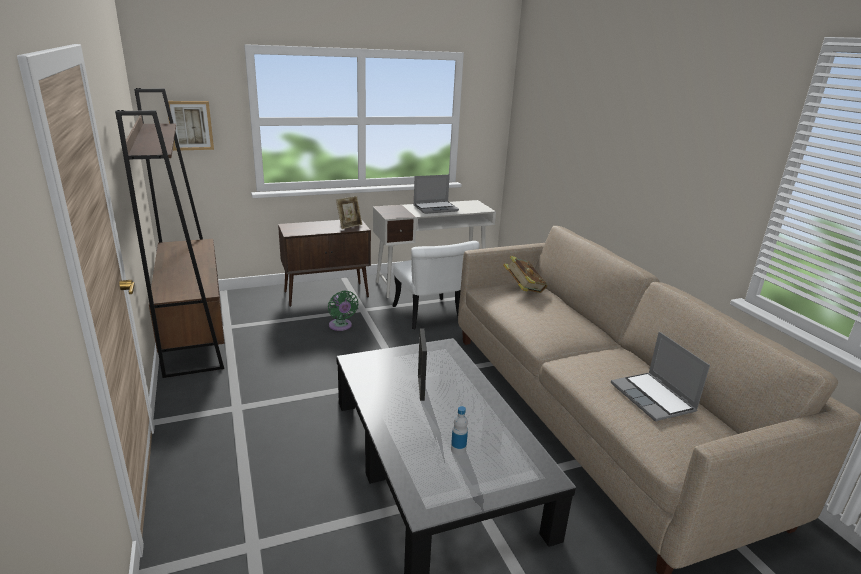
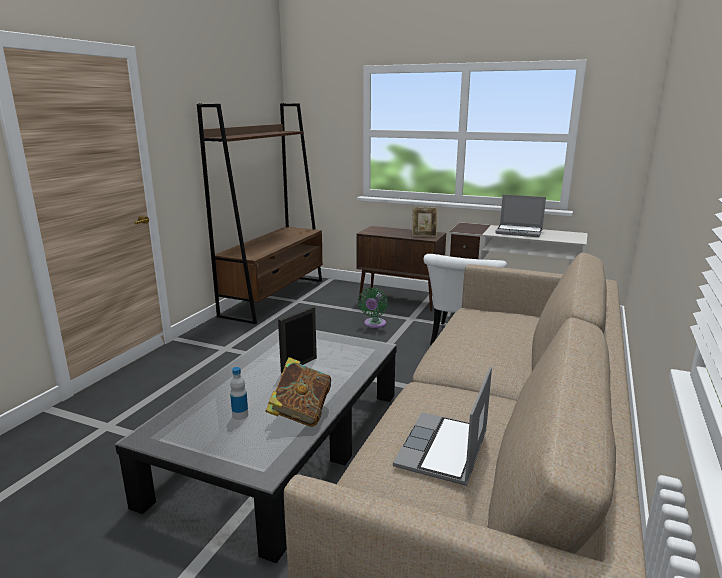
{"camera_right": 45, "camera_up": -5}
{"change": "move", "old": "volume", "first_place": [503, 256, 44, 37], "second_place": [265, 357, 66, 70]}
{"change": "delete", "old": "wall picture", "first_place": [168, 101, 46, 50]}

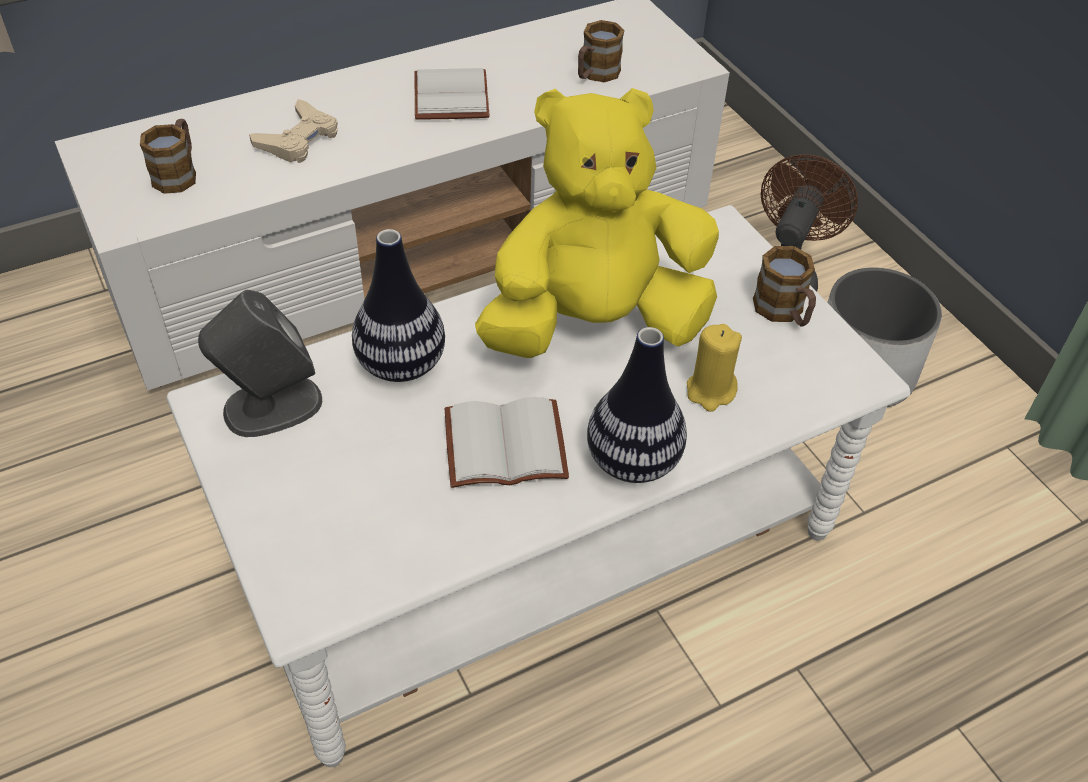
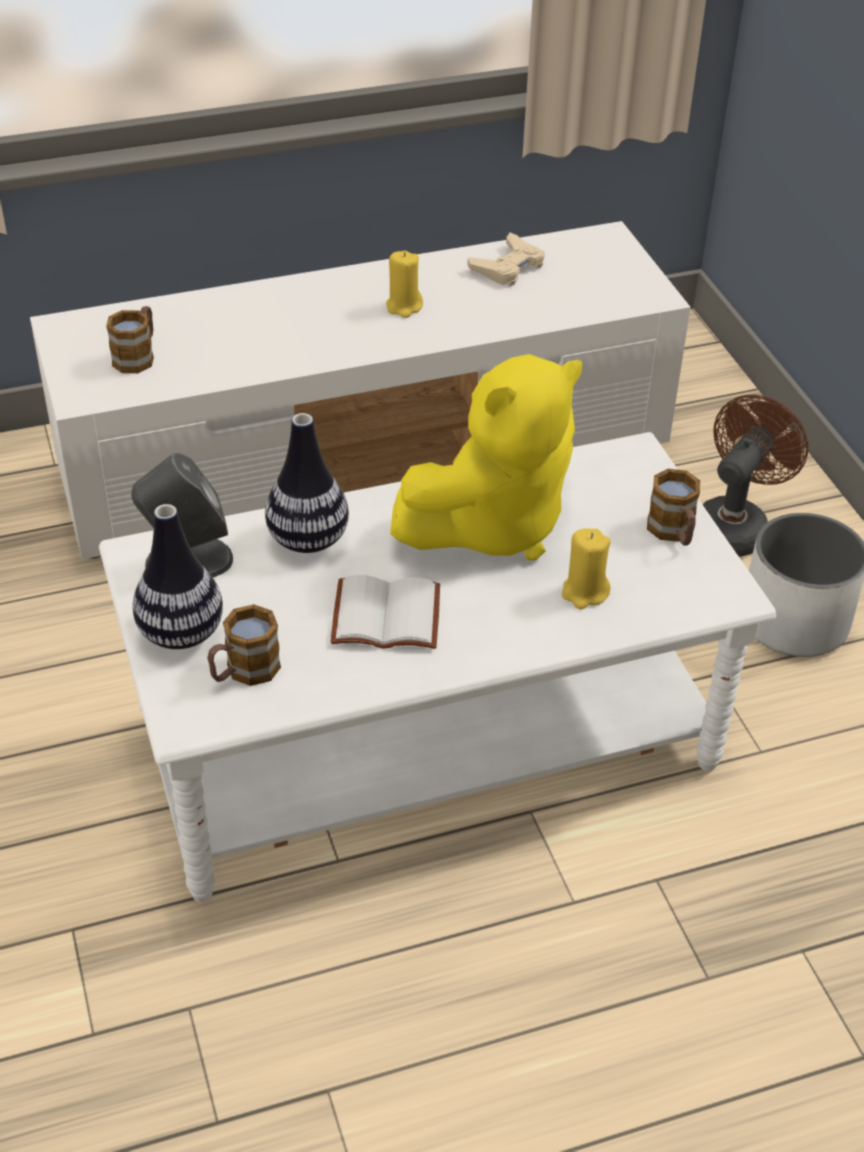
{"camera_right": 10, "camera_up": -5}
{"change": "move", "old": "decorative vase", "first_place": [587, 327, 100, 156], "second_place": [133, 504, 90, 145]}
{"change": "move", "old": "coffee mug", "first_place": [578, 20, 46, 62], "second_place": [207, 604, 74, 82]}
{"change": "replace", "old": "volume in whitish", "new": "candle in yellow", "first_place": [414, 68, 75, 52], "second_place": [386, 251, 37, 67]}
{"change": "rotate", "old": "cuddly toy in yellow", "first_place": [475, 88, 244, 270], "second_place": [390, 354, 192, 207], "degrees": 150}
{"change": "move", "old": "game controller in beige-coloured", "first_place": [249, 99, 89, 64], "second_place": [467, 233, 78, 53]}

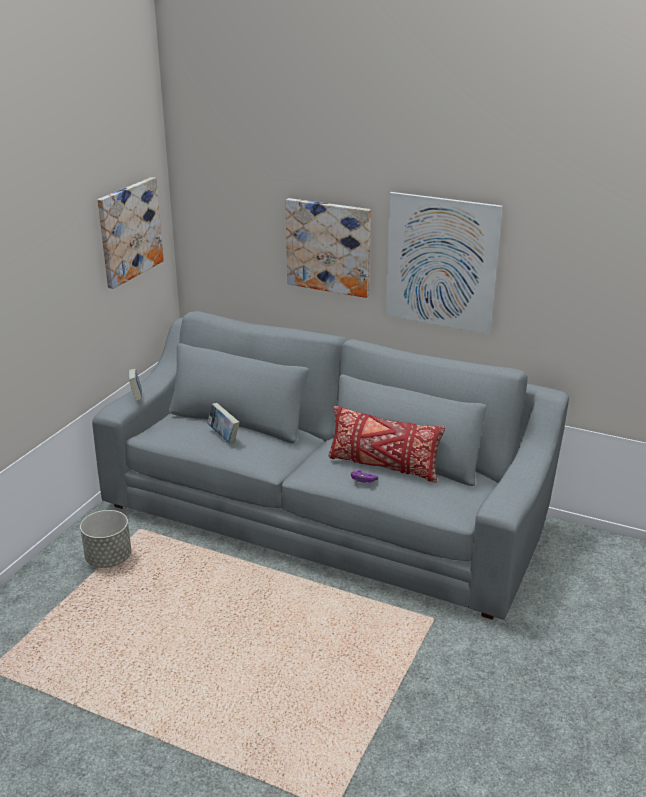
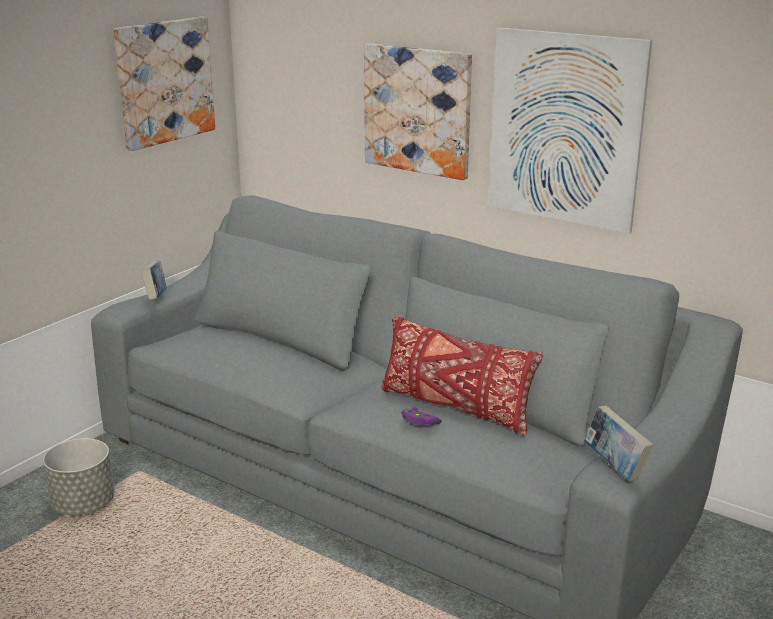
{"camera_right": 10, "camera_up": -5}
{"change": "move", "old": "volume", "first_place": [207, 403, 33, 40], "second_place": [584, 405, 69, 77]}

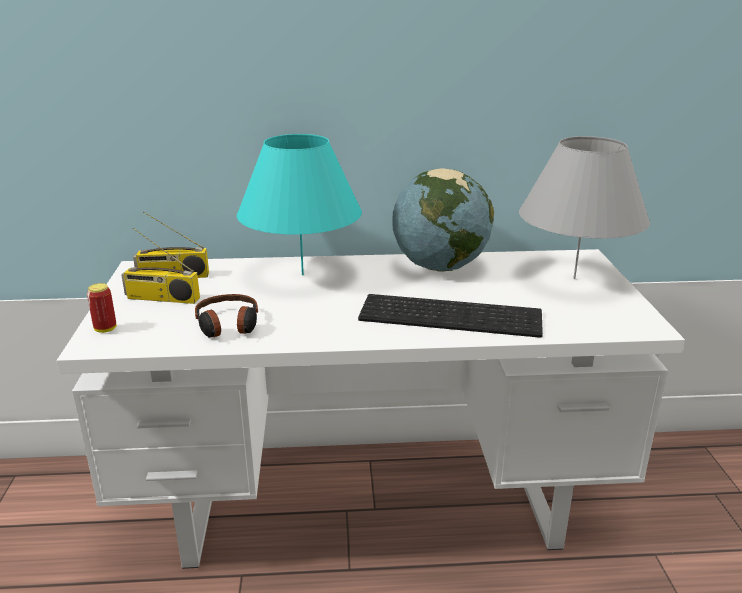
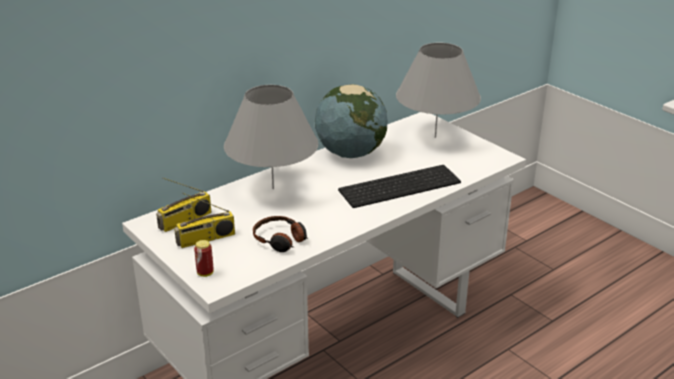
{"camera_right": -35, "camera_up": 5}
{"change": "recolor", "old": "lamp for a table in turquoise", "new": "lamp for a table in gray", "first_place": [237, 134, 125, 141], "second_place": [224, 85, 95, 104]}

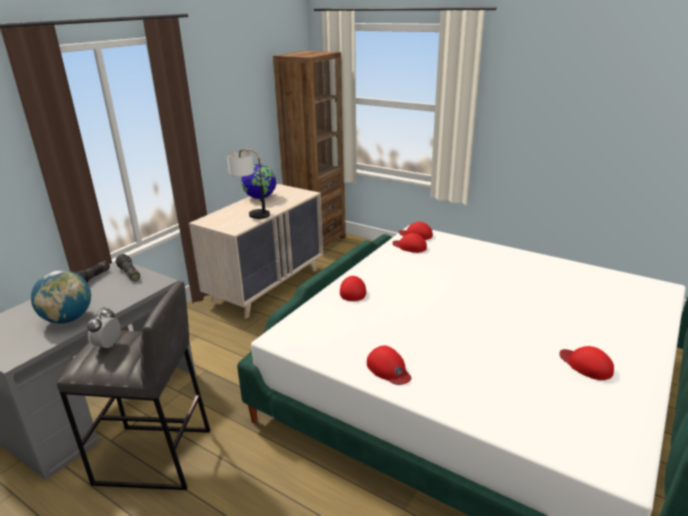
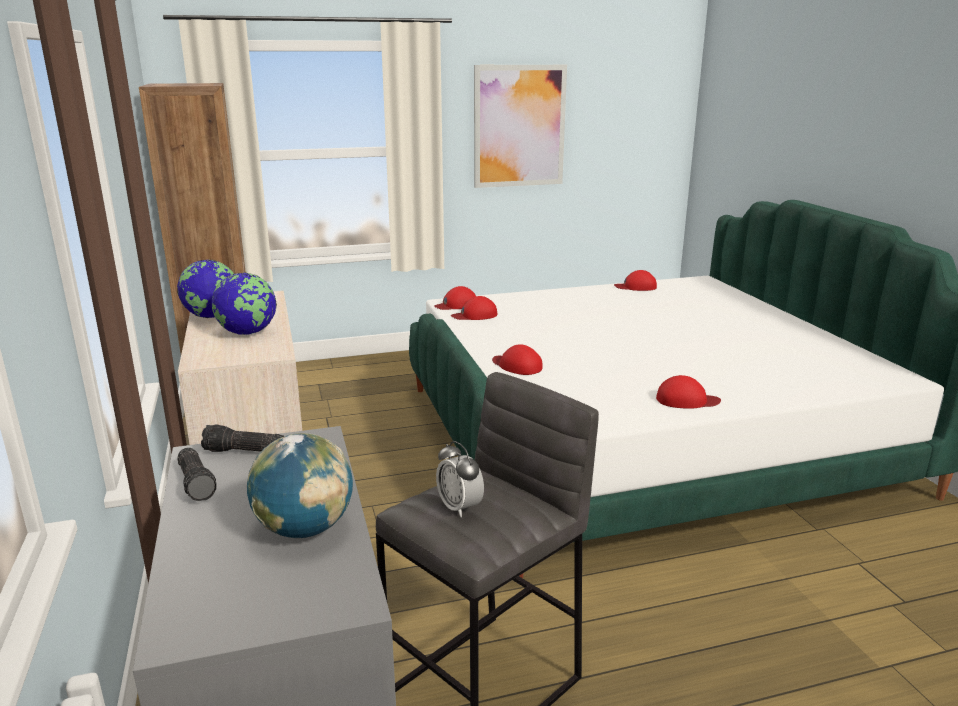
{"camera_right": -50, "camera_up": -5}
{"change": "replace", "old": "lamp for a table", "new": "world globe", "first_place": [227, 149, 43, 70], "second_place": [212, 272, 65, 63]}
{"change": "insert", "new": "wall picture", "second_place": [474, 65, 93, 123]}
{"change": "move", "old": "peaked cap in red", "first_place": [559, 346, 55, 34], "second_place": [614, 270, 43, 21]}

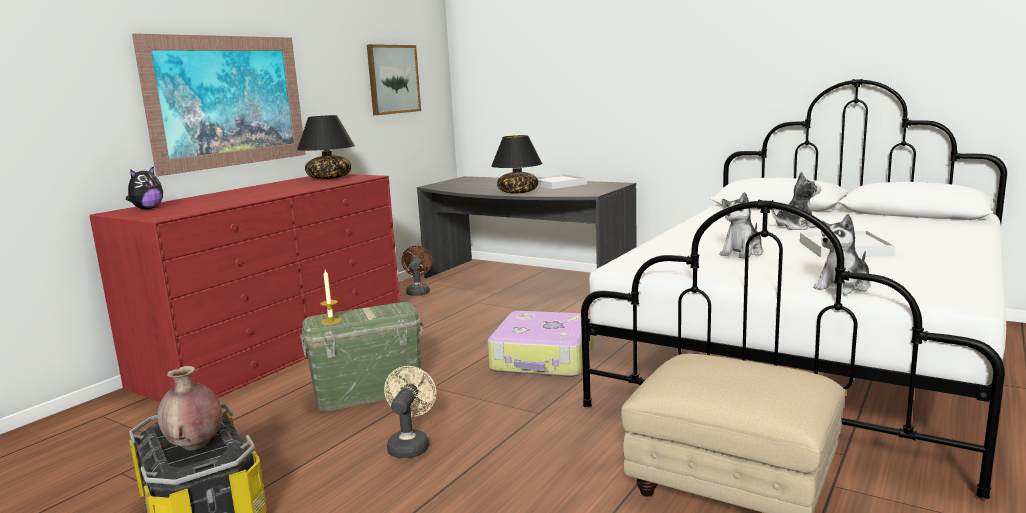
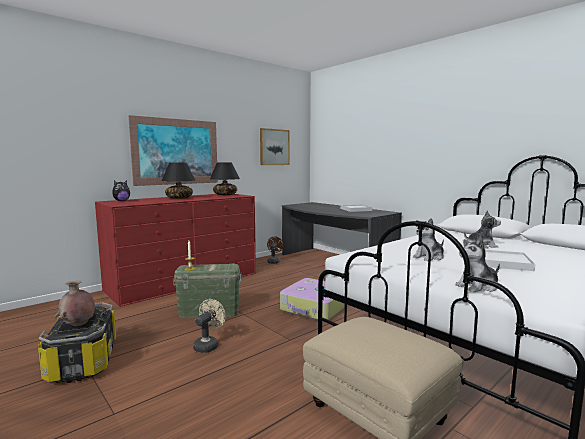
{"camera_right": 15, "camera_up": -5}
{"change": "move", "old": "lamp for a table in blackish", "first_place": [491, 135, 51, 59], "second_place": [161, 162, 34, 37]}

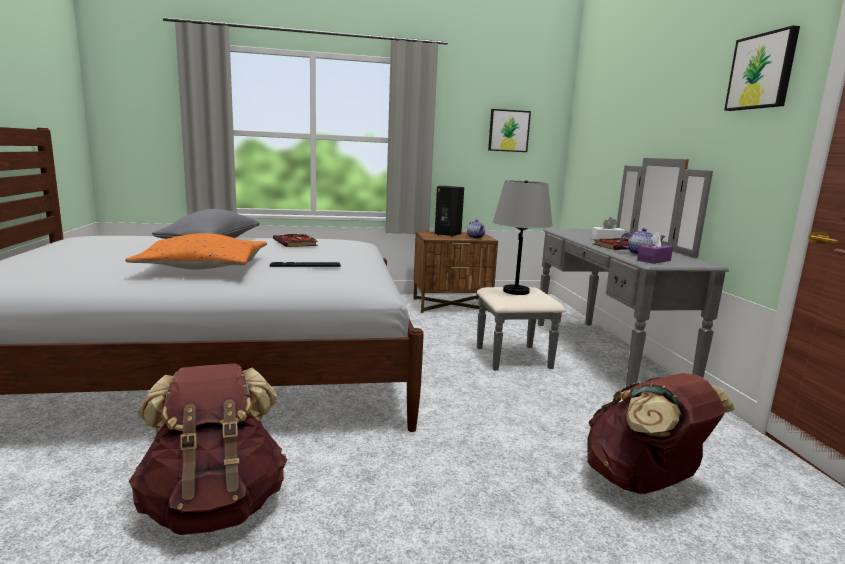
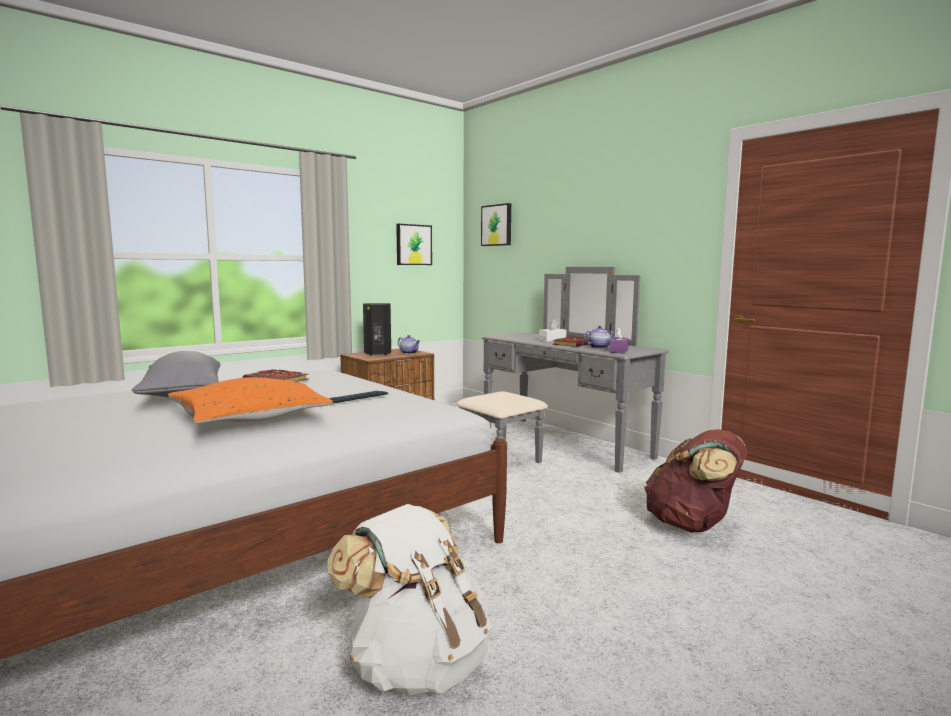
{"camera_right": -30, "camera_up": -5}
{"change": "recolor", "old": "backpack in brown-coloured", "new": "backpack in whitish", "first_place": [129, 363, 158, 172], "second_place": [328, 504, 163, 191]}
{"change": "move", "old": "wall picture", "first_place": [724, 25, 76, 86], "second_place": [481, 203, 30, 43]}
{"change": "delete", "old": "lamp for a table in gray", "first_place": [493, 180, 60, 115]}

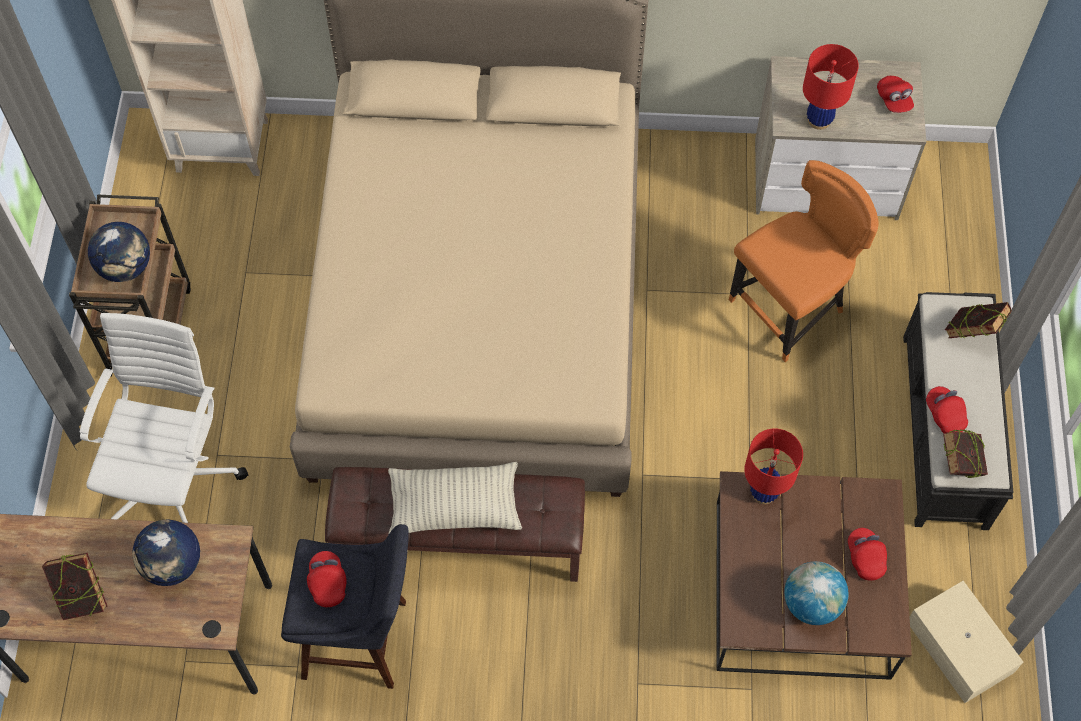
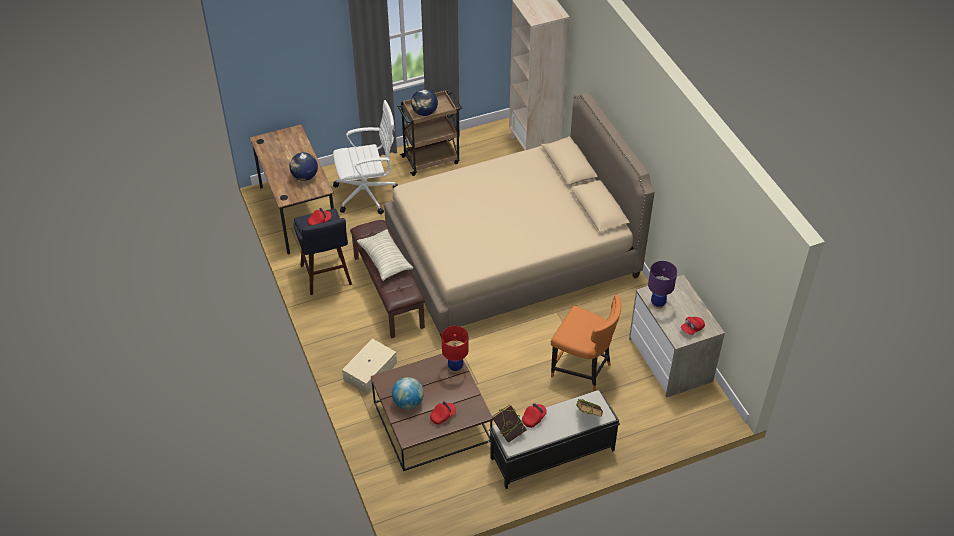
{"camera_right": 65, "camera_up": -15}
{"change": "move", "old": "storage bin in beige-coloured", "first_place": [910, 581, 113, 122], "second_place": [342, 339, 55, 56]}
{"change": "recolor", "old": "lamp for a table in red", "new": "lamp for a table in purple", "first_place": [803, 44, 56, 86], "second_place": [648, 261, 29, 48]}
{"change": "delete", "old": "volume", "first_place": [42, 553, 66, 67]}

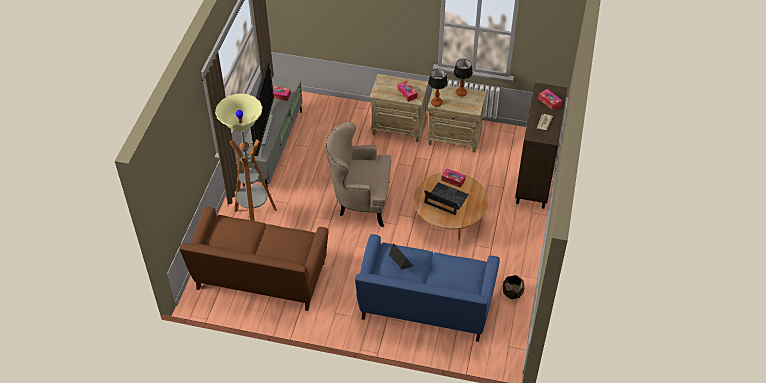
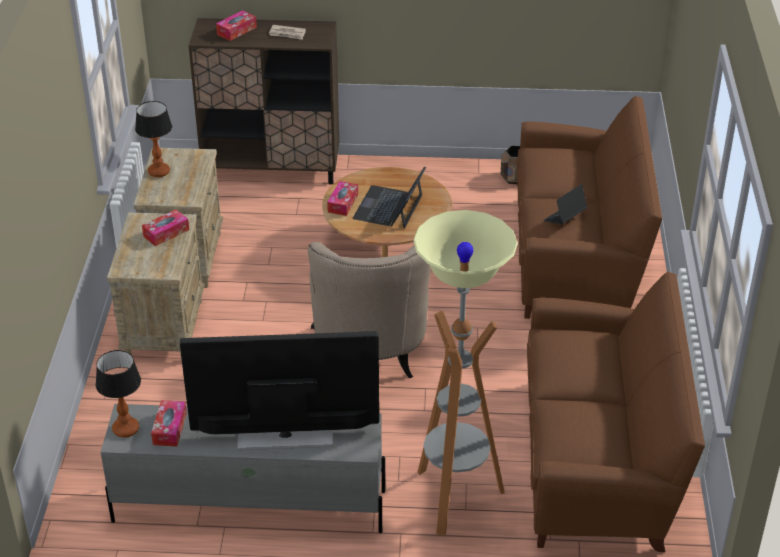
{"camera_right": -100, "camera_up": -10}
{"change": "move", "old": "lamp for a table", "first_place": [428, 69, 20, 38], "second_place": [96, 350, 45, 87]}
{"change": "recolor", "old": "settee in blue-coloured", "new": "settee in brown-coloured", "first_place": [355, 234, 145, 108], "second_place": [517, 96, 145, 223]}

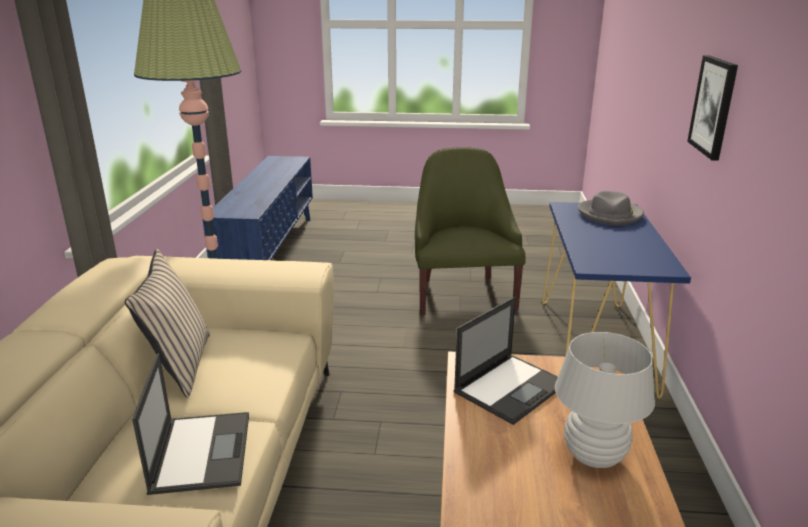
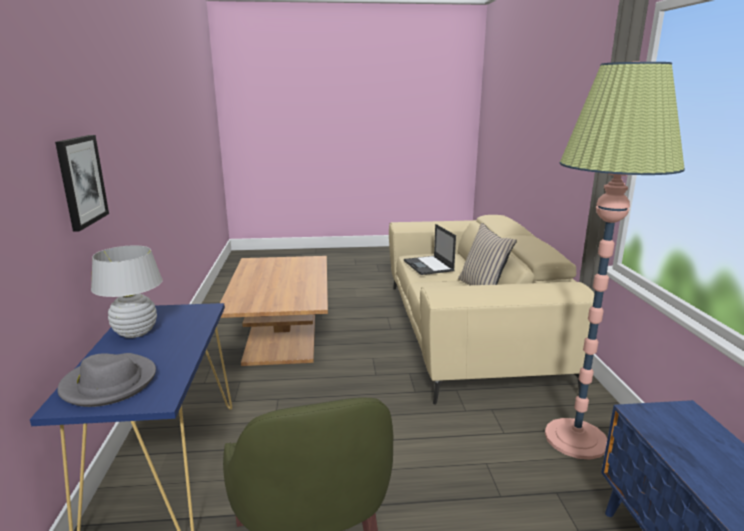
{"camera_right": 170, "camera_up": -5}
{"change": "move", "old": "lamp for a table in whitish", "first_place": [555, 332, 100, 136], "second_place": [91, 245, 72, 93]}
{"change": "delete", "old": "notebook computer", "first_place": [454, 297, 104, 128]}

